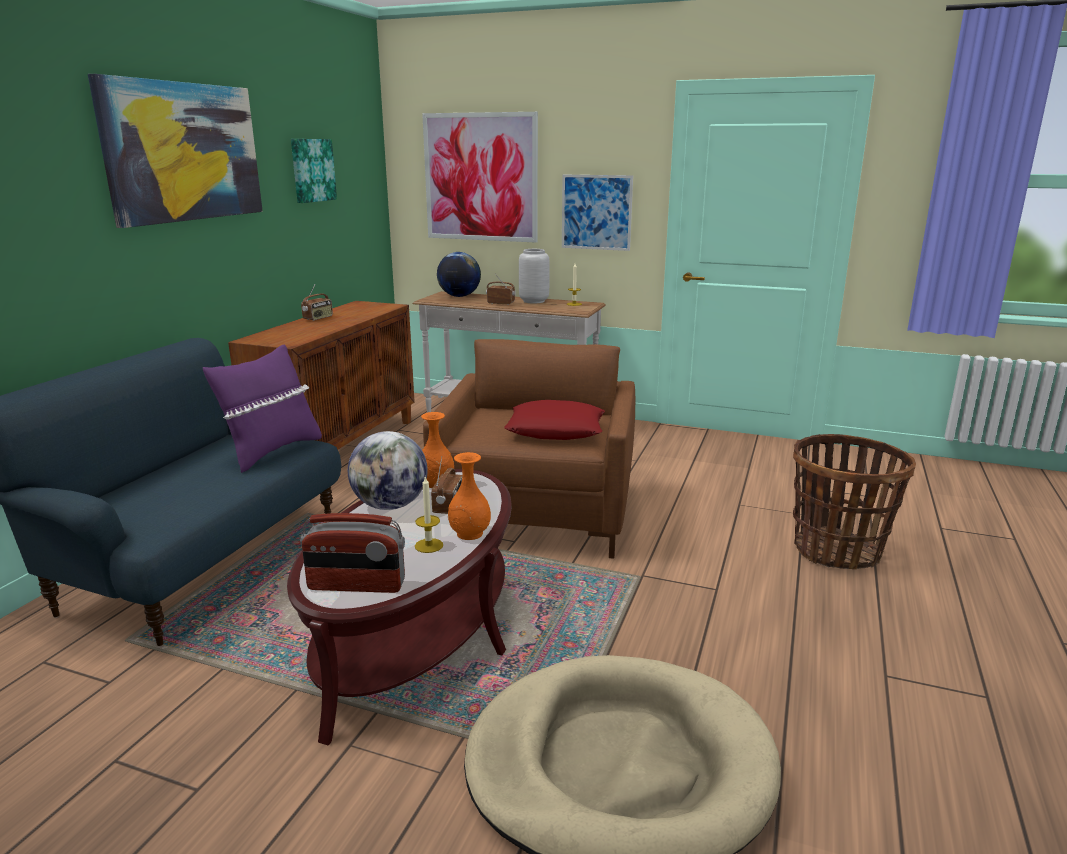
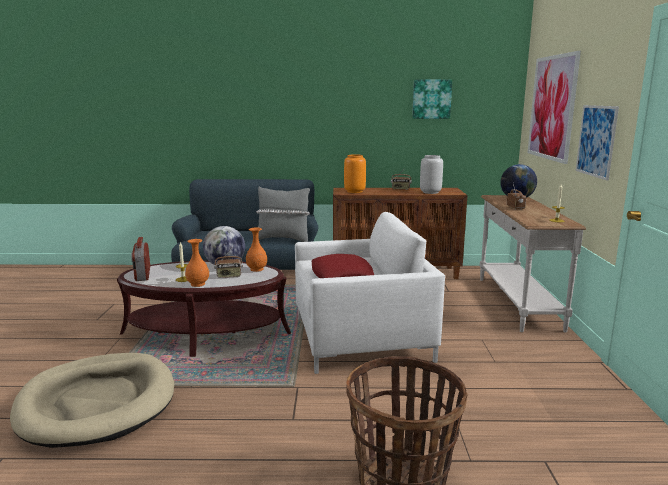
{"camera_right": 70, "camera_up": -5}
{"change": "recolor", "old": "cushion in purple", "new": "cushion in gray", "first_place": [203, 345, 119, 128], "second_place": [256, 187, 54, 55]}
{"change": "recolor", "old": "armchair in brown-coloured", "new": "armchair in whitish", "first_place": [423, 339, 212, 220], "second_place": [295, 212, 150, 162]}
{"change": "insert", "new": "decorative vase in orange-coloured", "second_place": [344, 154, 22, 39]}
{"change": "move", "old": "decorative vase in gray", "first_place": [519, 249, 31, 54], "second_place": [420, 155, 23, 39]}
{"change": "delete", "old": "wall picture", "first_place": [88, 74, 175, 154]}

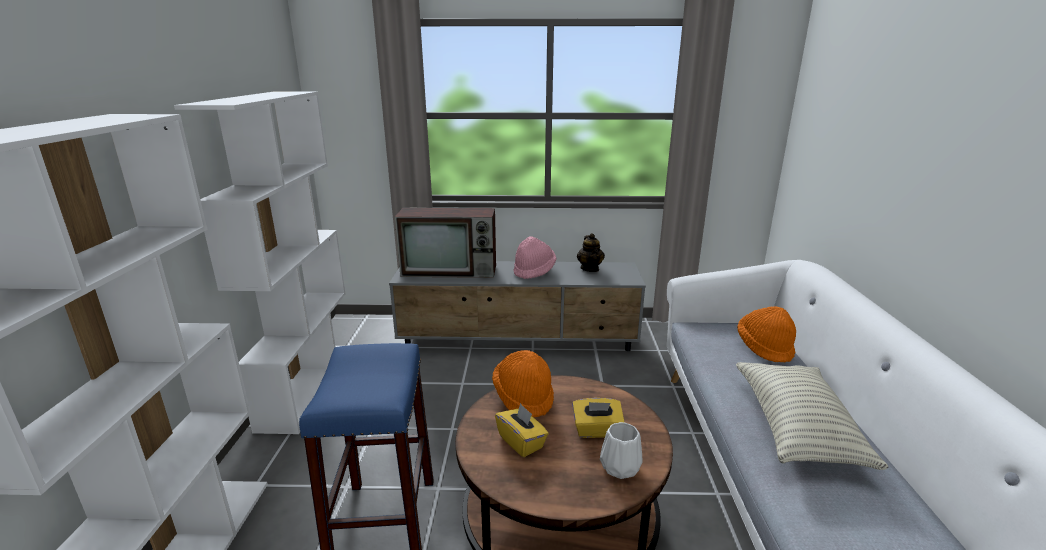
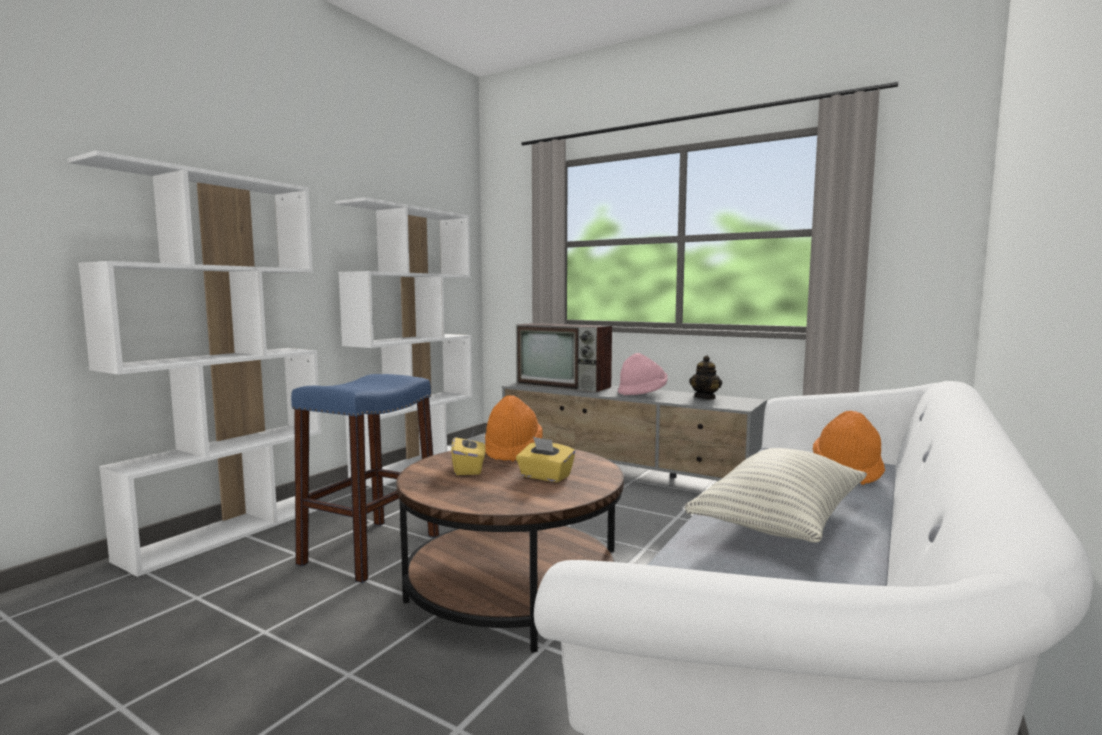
{"camera_right": 30, "camera_up": -15}
{"change": "delete", "old": "decorative vase in whitish", "first_place": [600, 422, 42, 57]}

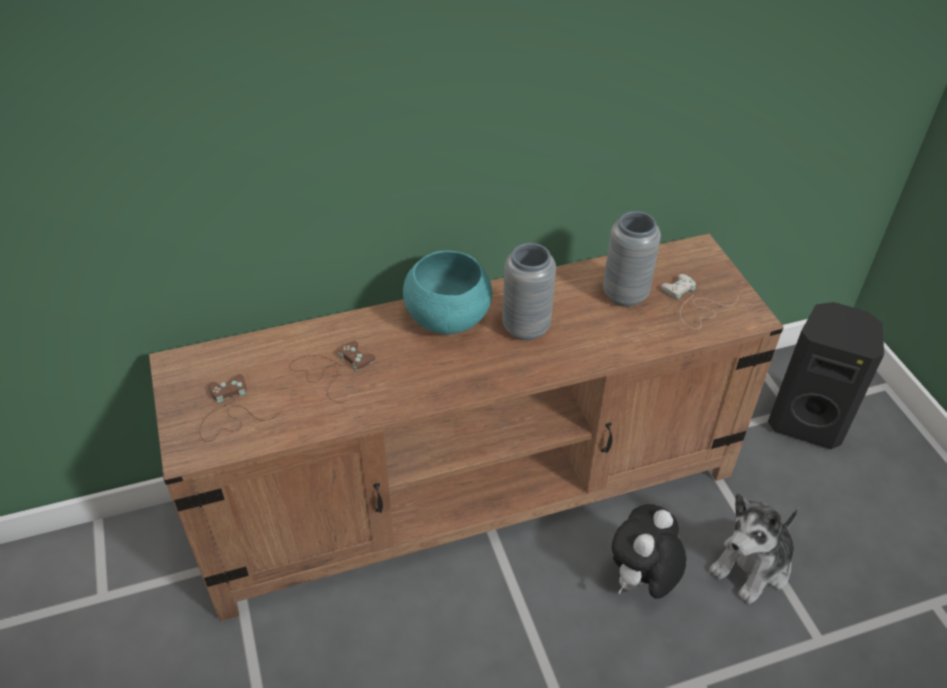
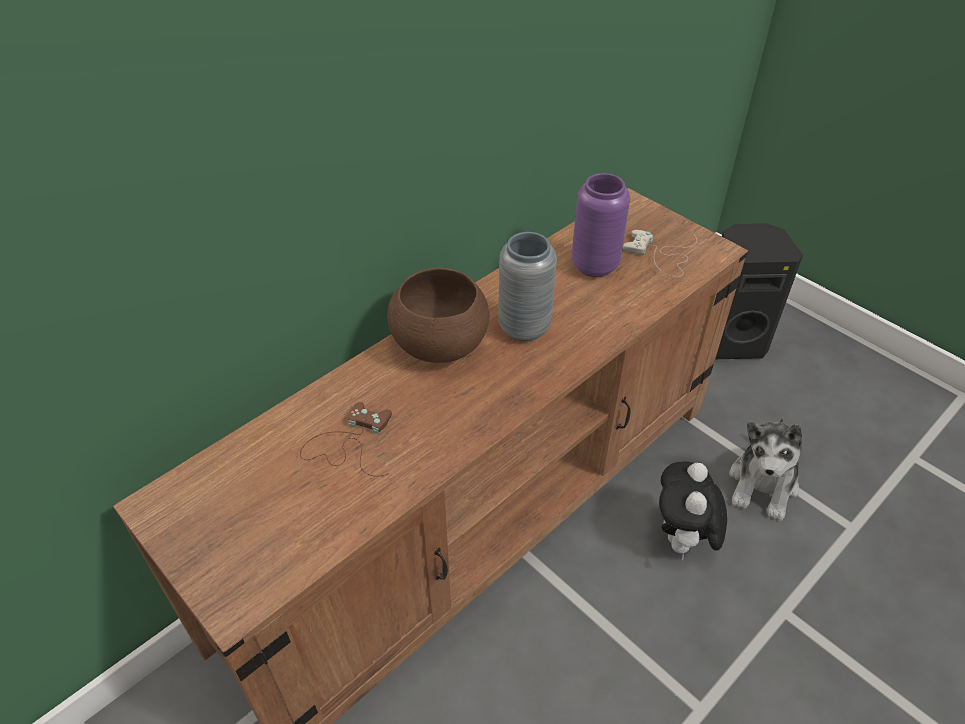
{"camera_right": -25, "camera_up": 0}
{"change": "recolor", "old": "serving bowl in turquoise", "new": "serving bowl in brown-coloured", "first_place": [403, 250, 89, 84], "second_place": [387, 268, 102, 95]}
{"change": "recolor", "old": "decorative vase in gray", "new": "decorative vase in purple", "first_place": [603, 211, 58, 96], "second_place": [571, 173, 59, 104]}
{"change": "delete", "old": "game controller in brown-coloured", "first_place": [200, 374, 82, 68]}

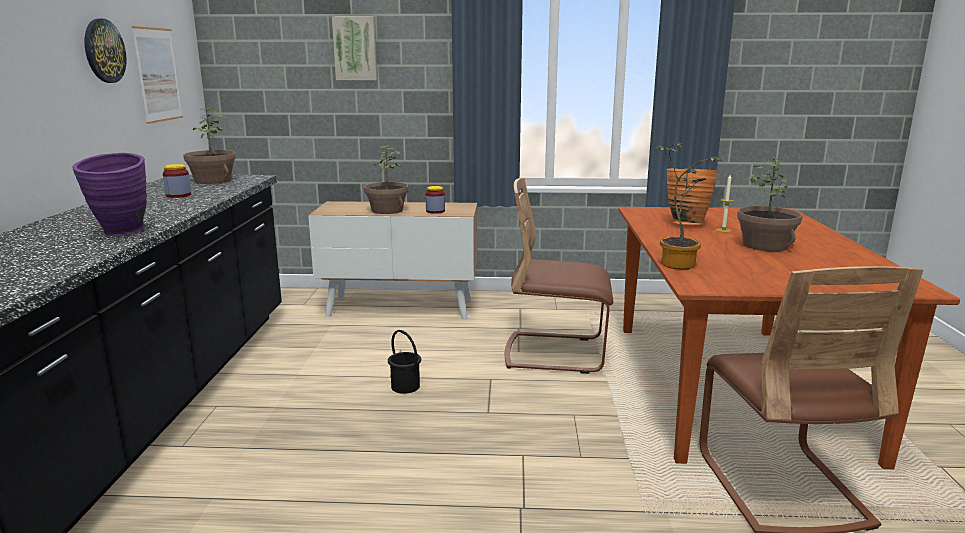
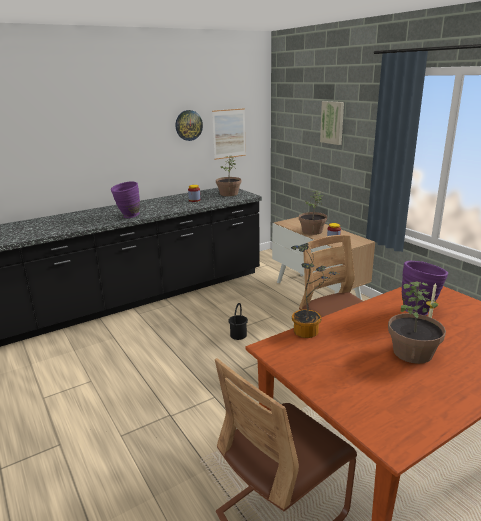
{"camera_right": 55, "camera_up": 5}
{"change": "recolor", "old": "decorative vase in orange-coloured", "new": "decorative vase in purple", "first_place": [667, 168, 50, 57], "second_place": [402, 261, 46, 54]}

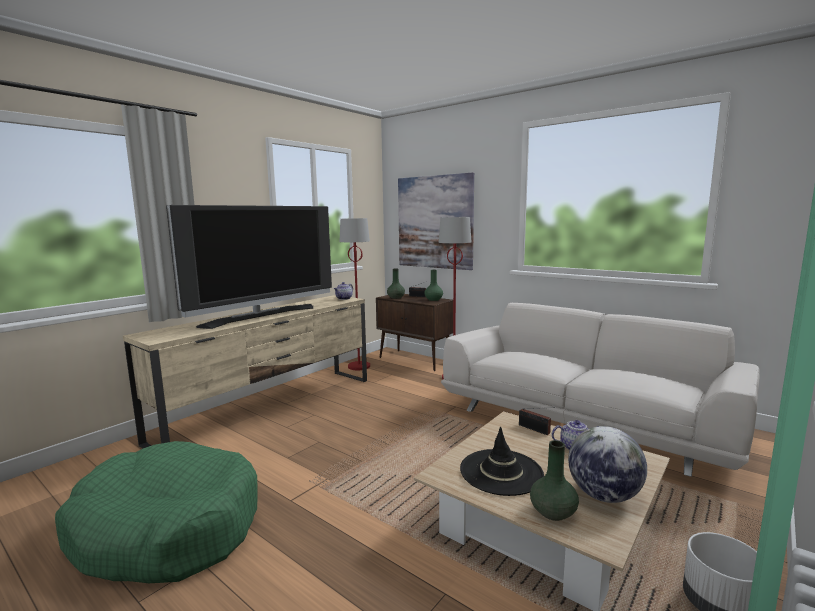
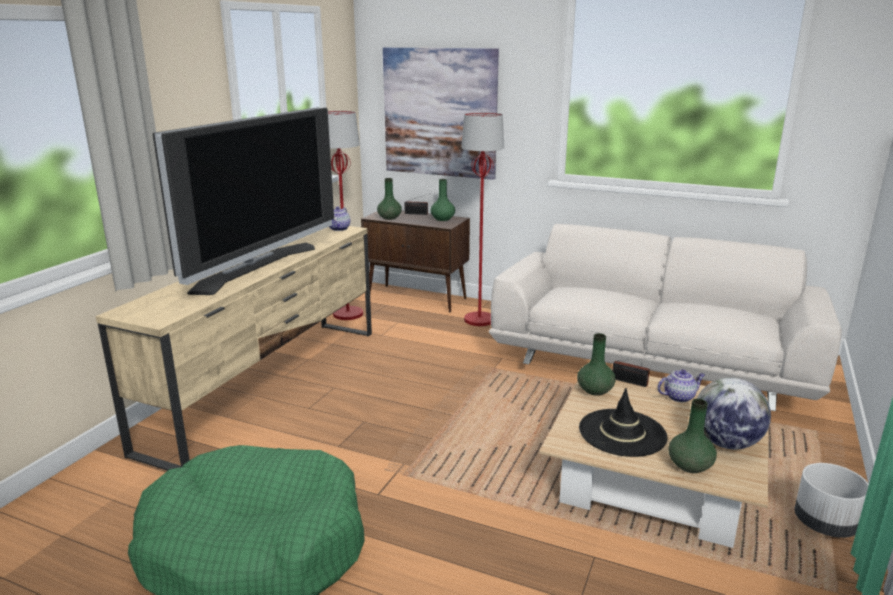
{"camera_right": -15, "camera_up": 10}
{"change": "insert", "new": "decorative vase in green-coloured", "second_place": [577, 333, 38, 63]}

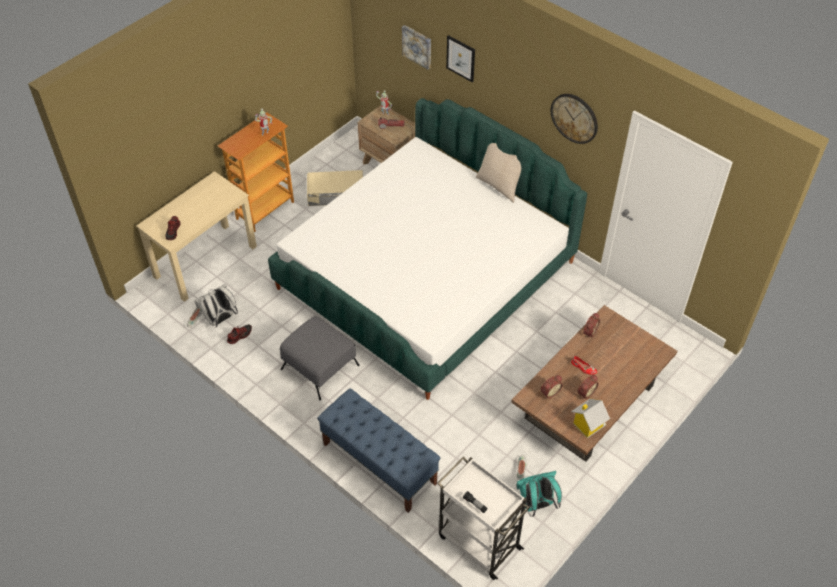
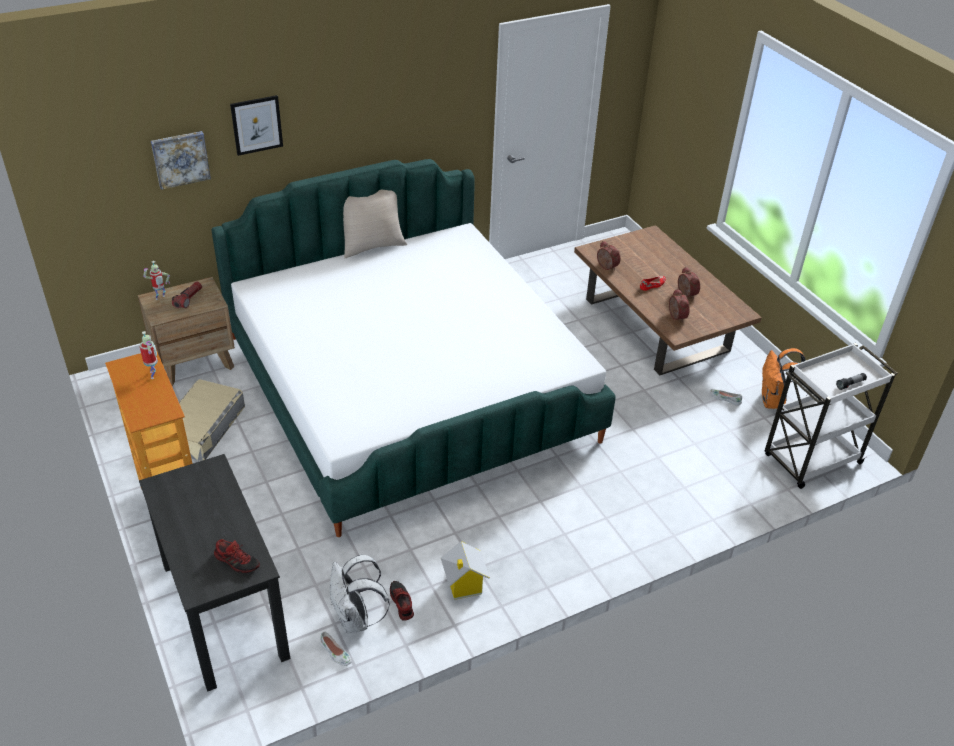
{"camera_right": -70, "camera_up": -10}
{"change": "recolor", "old": "desk in beige-coloured", "new": "desk in blackish", "first_place": [136, 171, 121, 131], "second_place": [139, 454, 151, 238]}
{"change": "move", "old": "toy house", "first_place": [571, 399, 39, 39], "second_place": [441, 541, 49, 59]}
{"change": "recolor", "old": "backpack in turquoise", "new": "backpack in orange-coloured", "first_place": [516, 471, 46, 46], "second_place": [762, 348, 46, 61]}
{"change": "delete", "old": "footrest in gray", "first_place": [280, 316, 80, 84]}
{"change": "delete", "old": "bench in blue-coloured", "first_place": [317, 388, 123, 125]}
{"change": "delete", "old": "hanging clock", "first_place": [551, 94, 47, 50]}

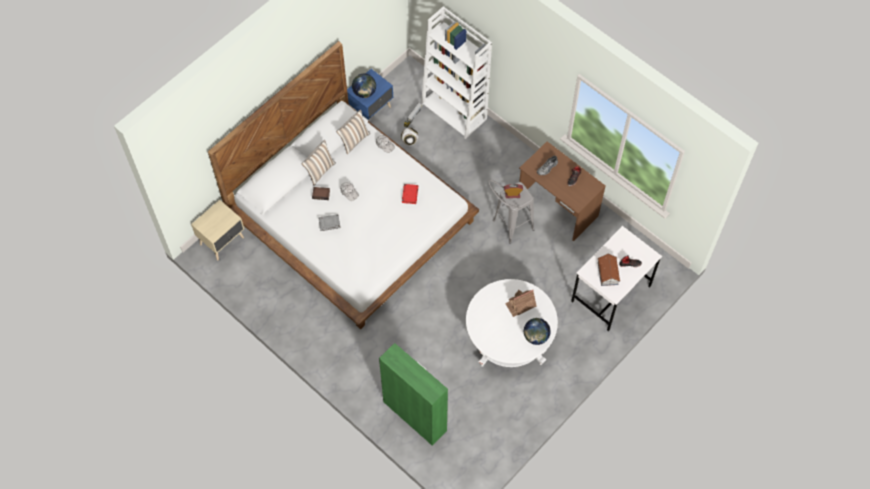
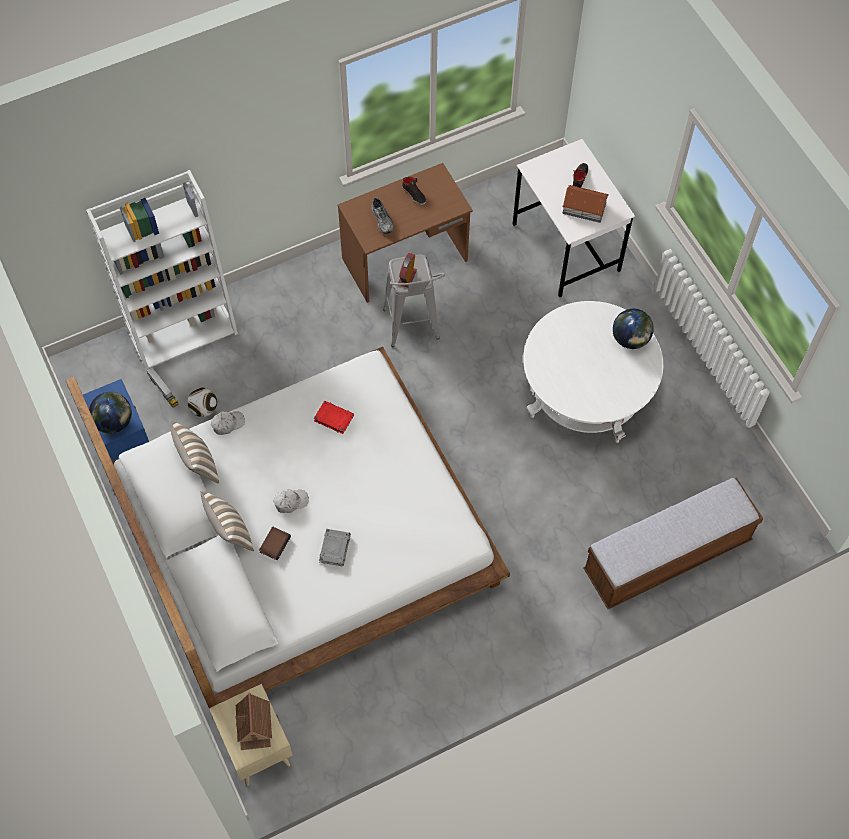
{"camera_right": -70, "camera_up": 0}
{"change": "move", "old": "toy house", "first_place": [505, 290, 32, 27], "second_place": [235, 693, 37, 57]}
{"change": "replace", "old": "cupboard in green-coloured", "new": "bench", "first_place": [379, 343, 69, 103], "second_place": [583, 478, 180, 131]}

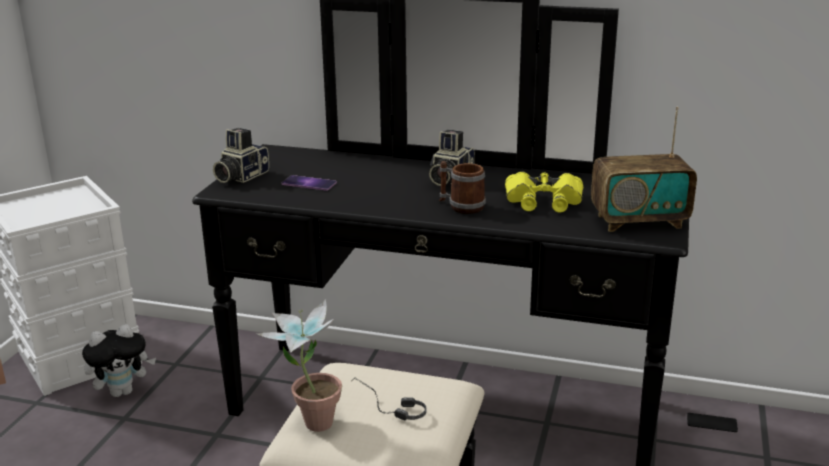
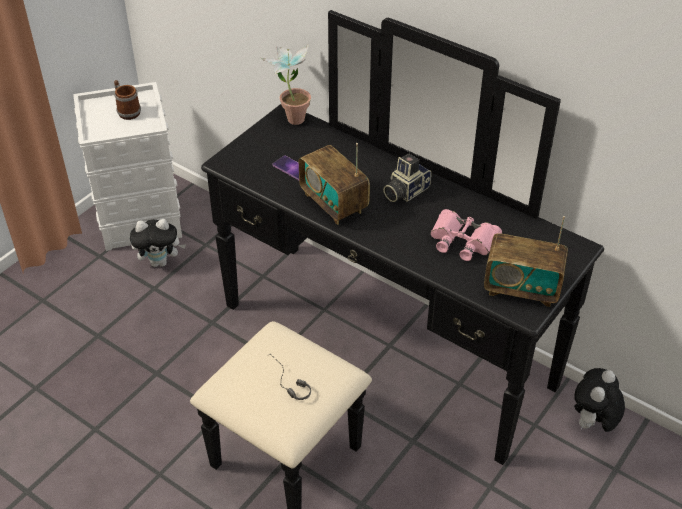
{"camera_right": 20, "camera_up": 20}
{"change": "move", "old": "coffee mug", "first_place": [439, 161, 47, 53], "second_place": [114, 80, 27, 40]}
{"change": "move", "old": "potted plant", "first_place": [255, 299, 87, 133], "second_place": [261, 44, 50, 81]}
{"change": "insert", "new": "radio", "second_place": [299, 143, 71, 82]}
{"change": "recolor", "old": "pair of binoculars in yellow", "new": "pair of binoculars in pink-coloured", "first_place": [505, 171, 78, 42], "second_place": [430, 209, 72, 52]}
{"change": "replace", "old": "handset", "new": "cuddly toy", "first_place": [687, 413, 51, 19], "second_place": [574, 368, 51, 64]}
{"change": "delete", "old": "photo camera", "first_place": [213, 128, 56, 55]}

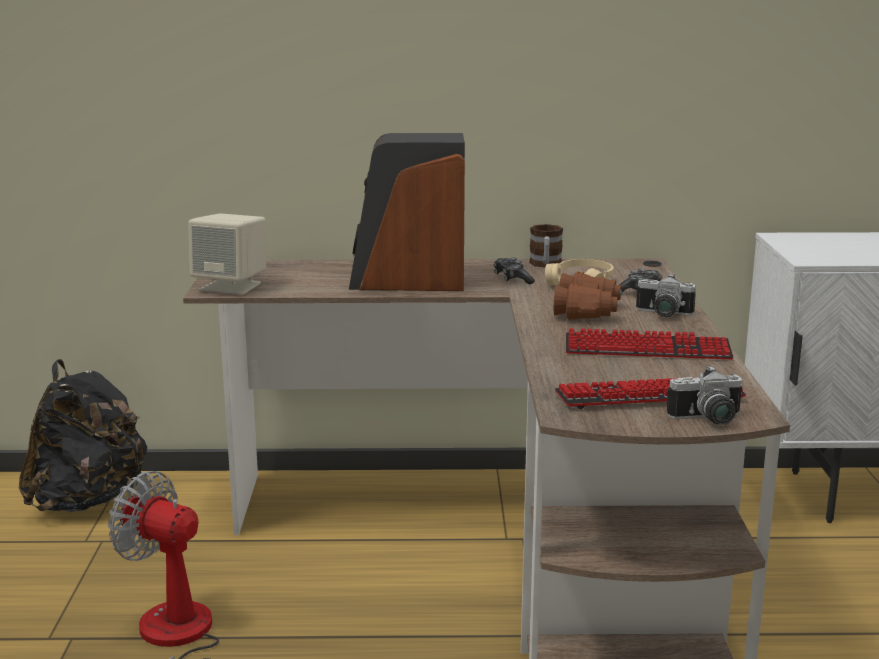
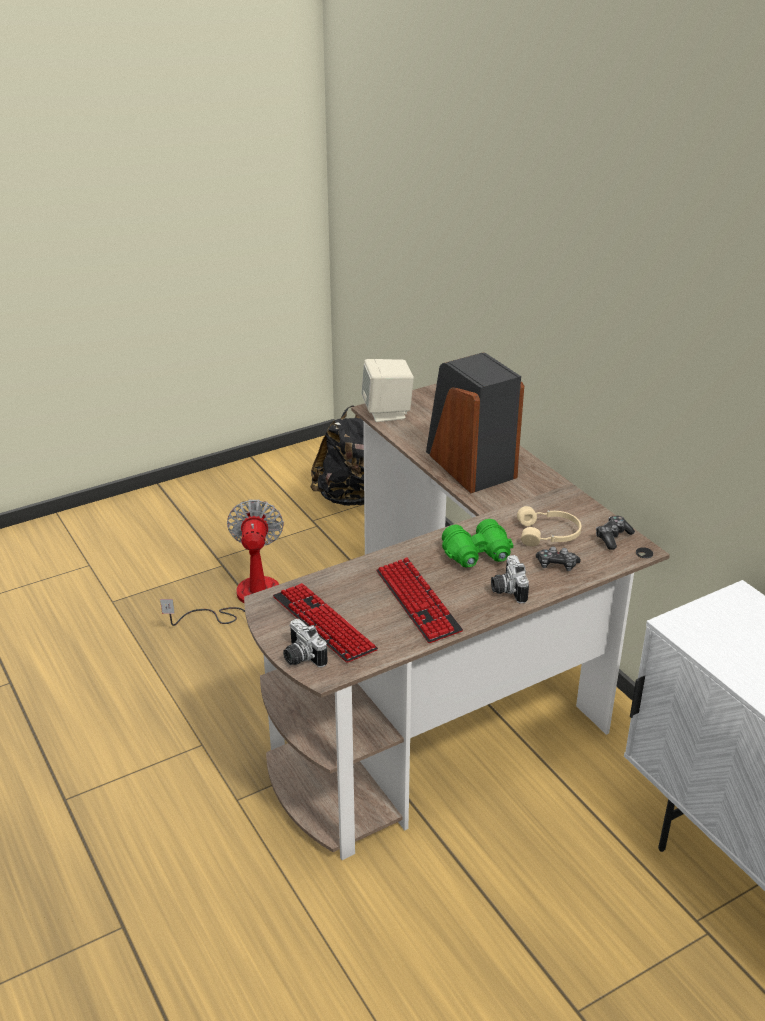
{"camera_right": 60, "camera_up": 15}
{"change": "recolor", "old": "pair of binoculars in brown-coloured", "new": "pair of binoculars in green-coloured", "first_place": [554, 271, 68, 49], "second_place": [442, 519, 71, 48]}
{"change": "move", "old": "game controller", "first_place": [493, 257, 42, 28], "second_place": [596, 516, 39, 34]}
{"change": "delete", "old": "coffee mug", "first_place": [529, 224, 34, 44]}

